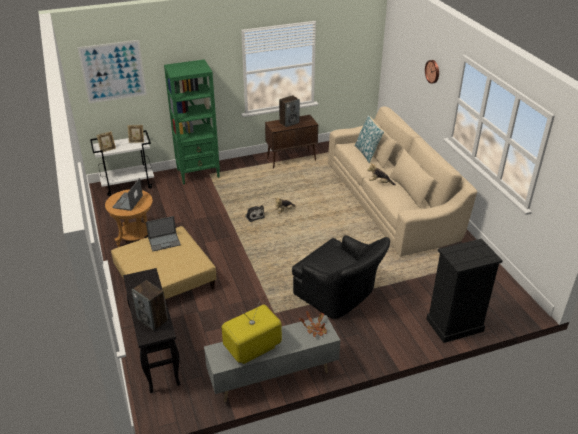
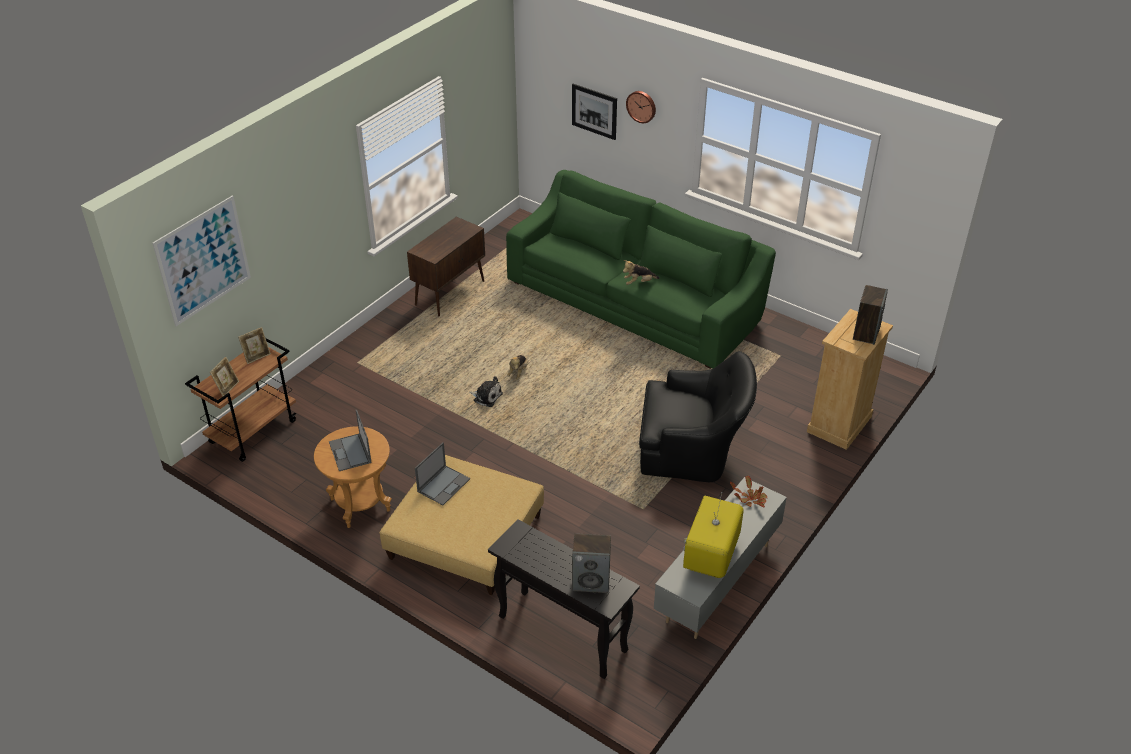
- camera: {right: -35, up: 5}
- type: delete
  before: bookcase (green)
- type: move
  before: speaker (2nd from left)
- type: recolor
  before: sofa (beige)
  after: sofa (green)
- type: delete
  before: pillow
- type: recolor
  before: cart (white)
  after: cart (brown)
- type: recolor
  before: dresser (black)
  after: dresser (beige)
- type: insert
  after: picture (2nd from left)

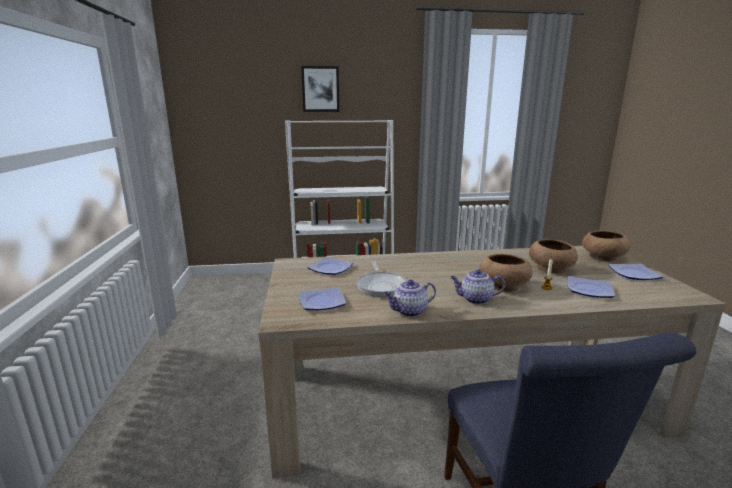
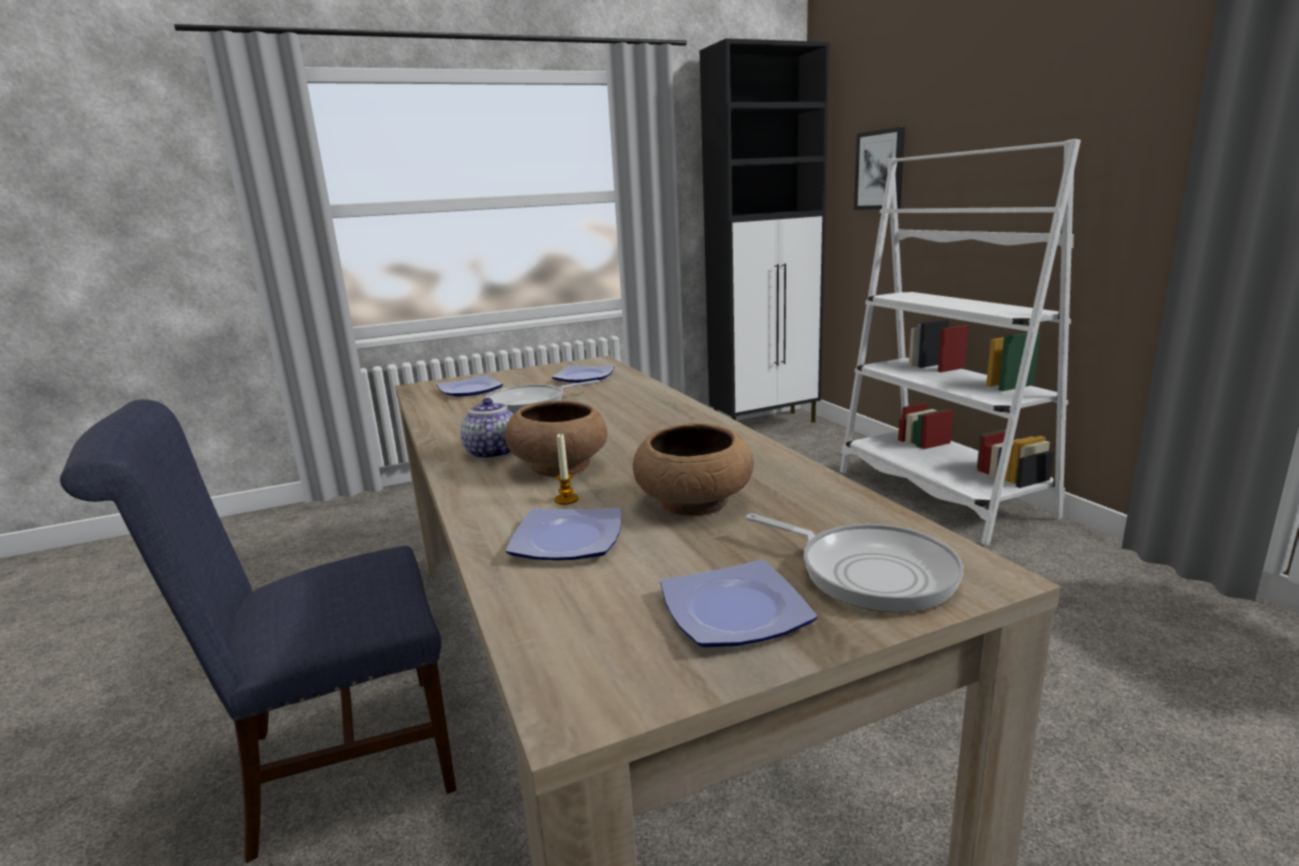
- camera: {right: 75, up: 0}
- type: move
  before: picture
- type: replace
  before: bowl (brown) (3rd from left)
  after: frying pan (2nd from left)
- type: delete
  before: teapot (1st from left)
- type: insert
  after: cabinet (black)

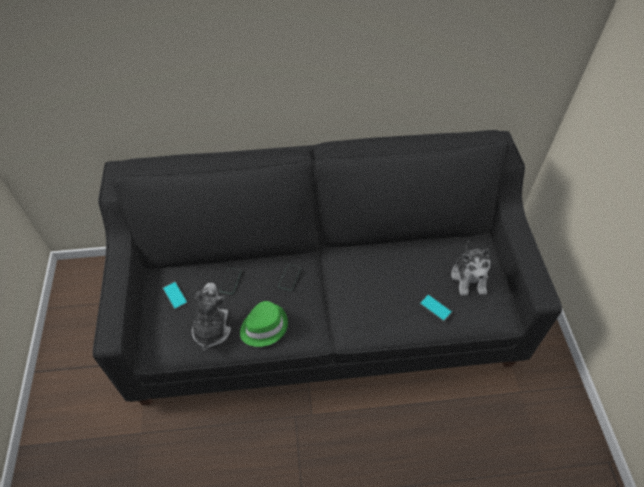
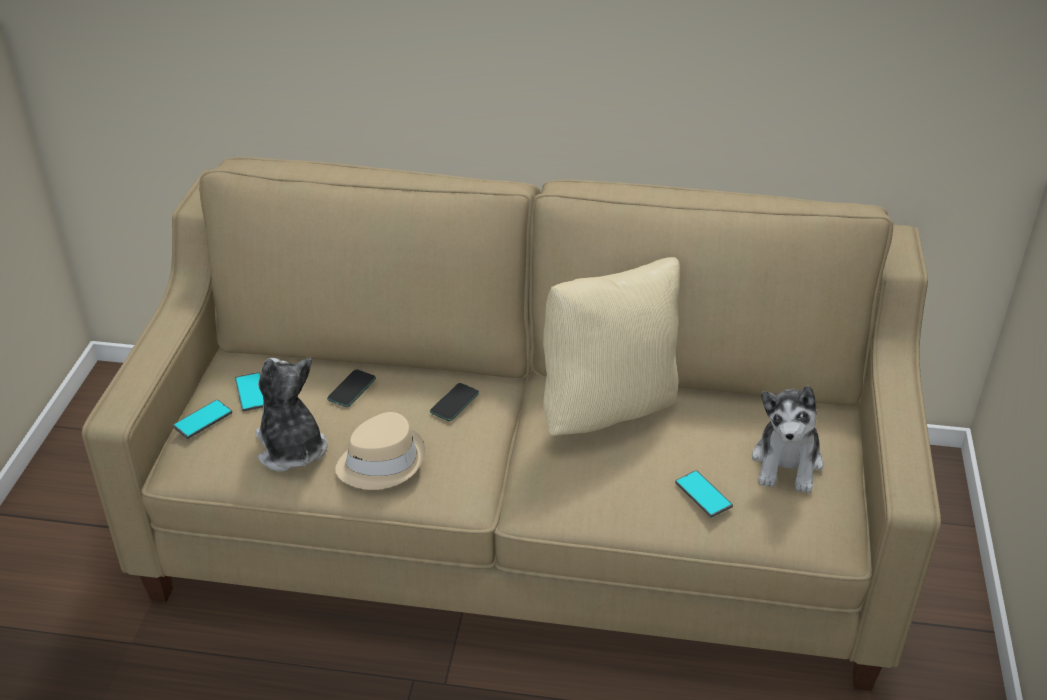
- camera: {right: 15, up: -15}
- type: recolor
  before: sofa (black)
  after: sofa (beige)
- type: rotate
  before: plush toy (1st from left)
  turn: -45
- type: recolor
  before: hat (green)
  after: hat (beige)
- type: insert
  after: pillow (beige)
- type: insert
  after: phone (1st from left)

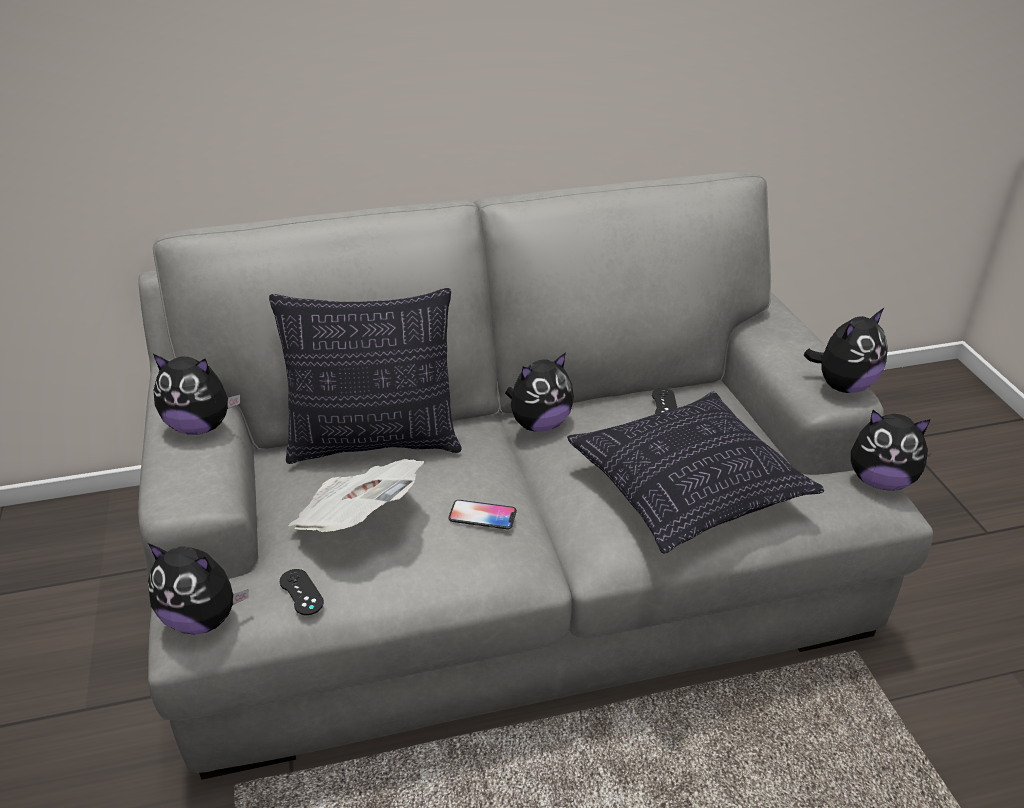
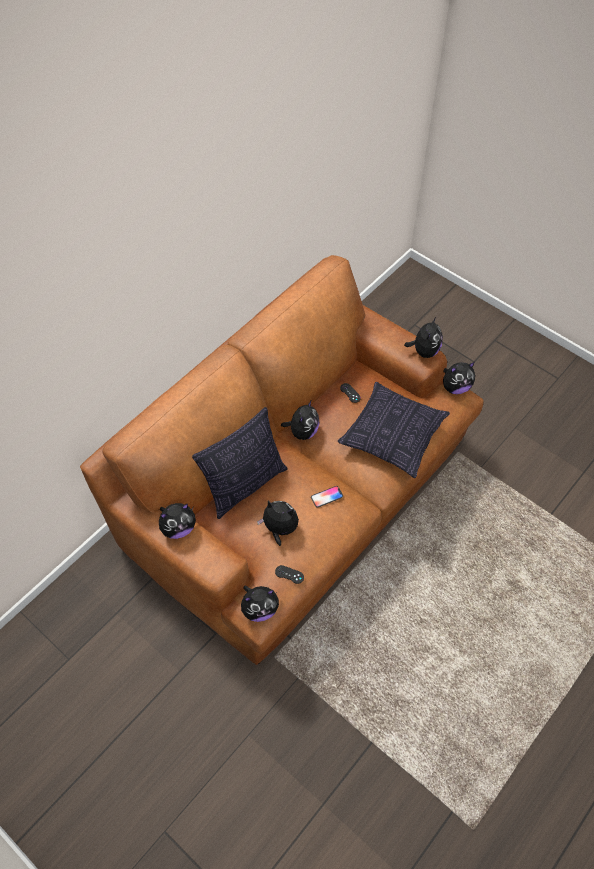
- camera: {right: -35, up: 20}
- type: recolor
  before: sofa (grey)
  after: sofa (brown)
- type: replace
  before: newspaper
  after: plush toy (3rd from left)

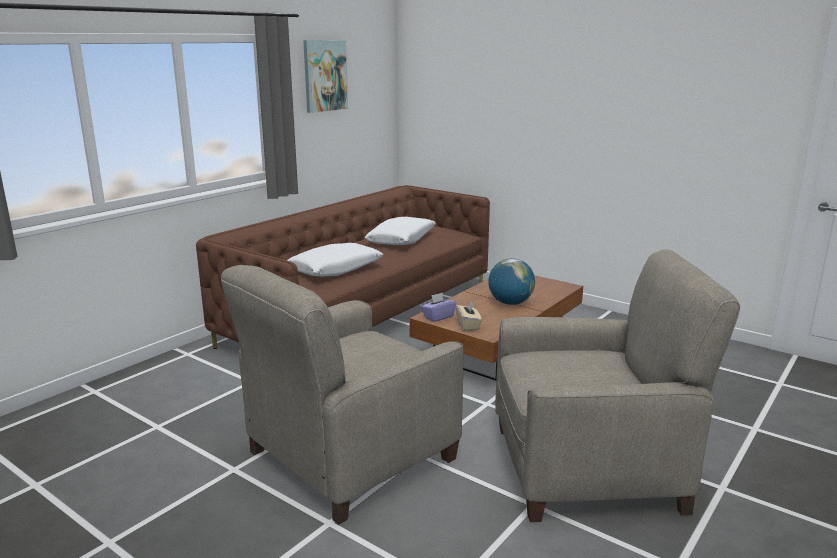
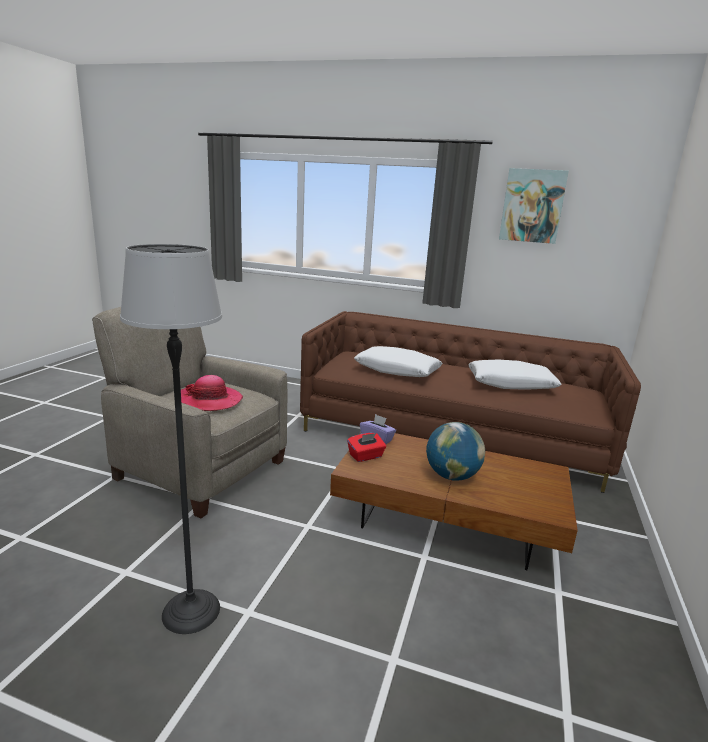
- camera: {right: 70, up: 0}
- type: replace
  before: armchair (beige) (2nd from left)
  after: floor lamp
- type: recolor
  before: tissue box (beige)
  after: tissue box (red)
- type: insert
  after: hat

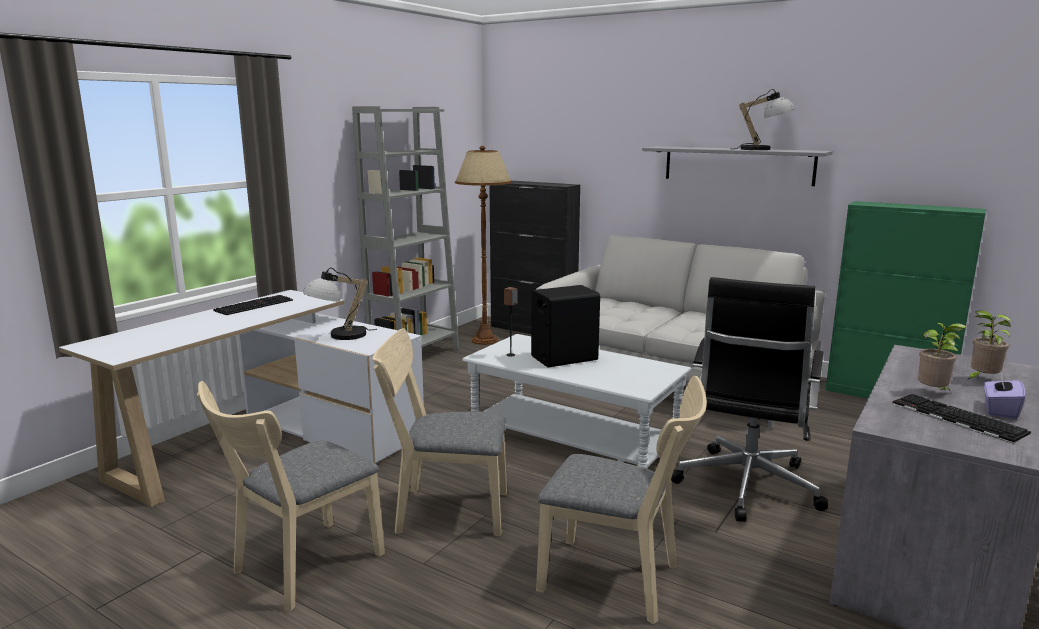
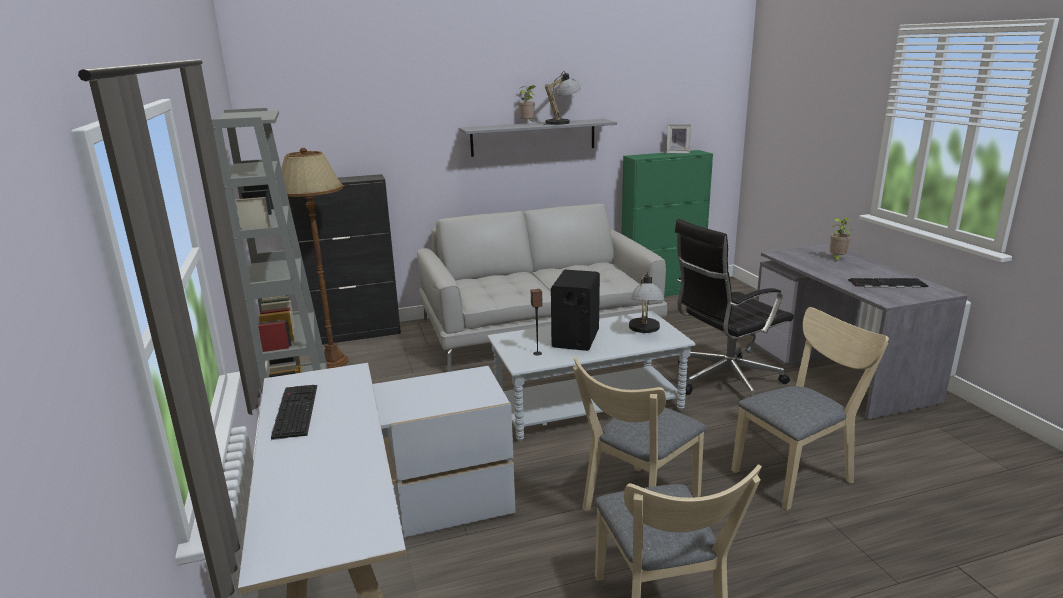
- camera: {right: -50, up: 5}
- type: move
  before: table lamp (1st from left in the first image)
  after: table lamp (2nd from left)
- type: rotate
  before: office chair (black)
  turn: 90
- type: move
  before: potted plant (1st from left)
- type: delete
  before: tissue box (purple)
- type: insert
  after: picture frame

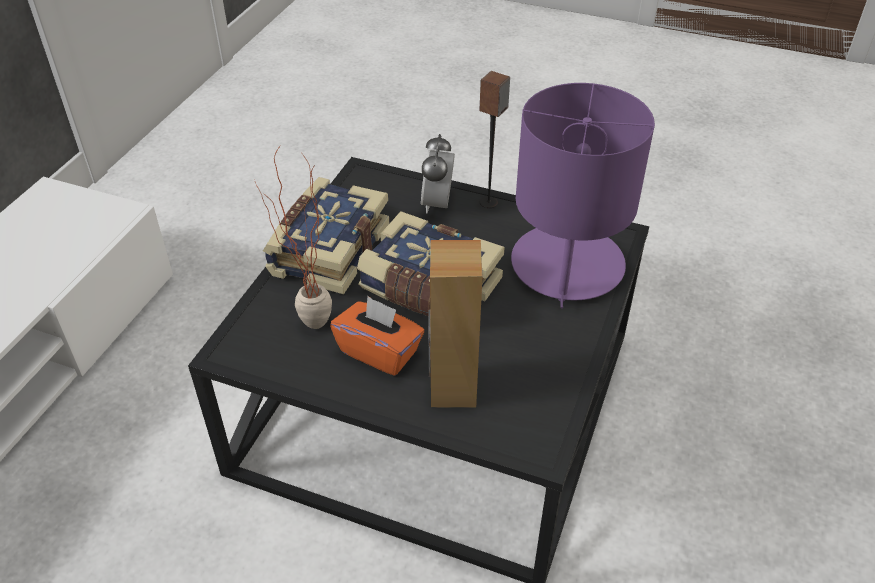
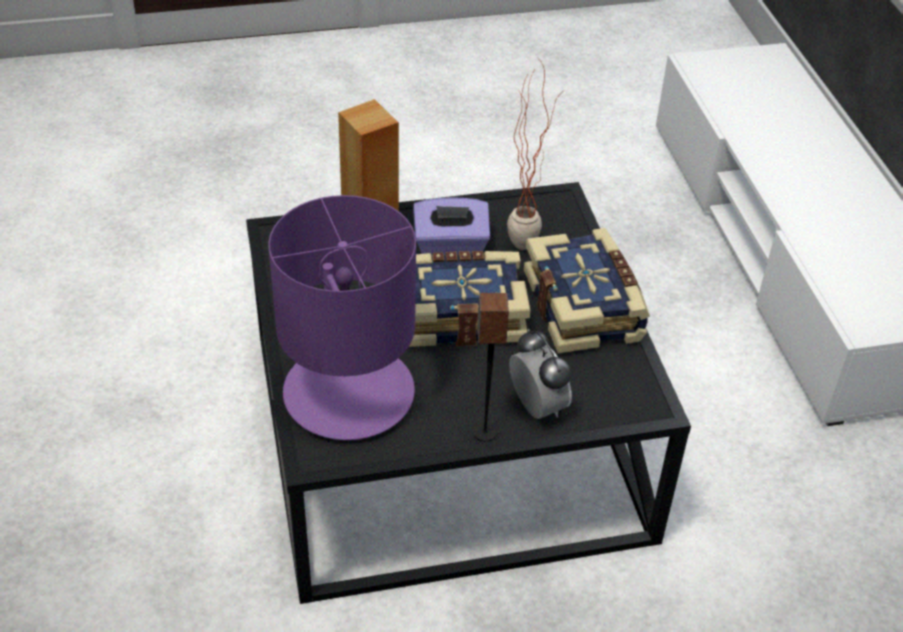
- camera: {right: 145, up: 0}
- type: recolor
  before: tissue box (orange)
  after: tissue box (purple)

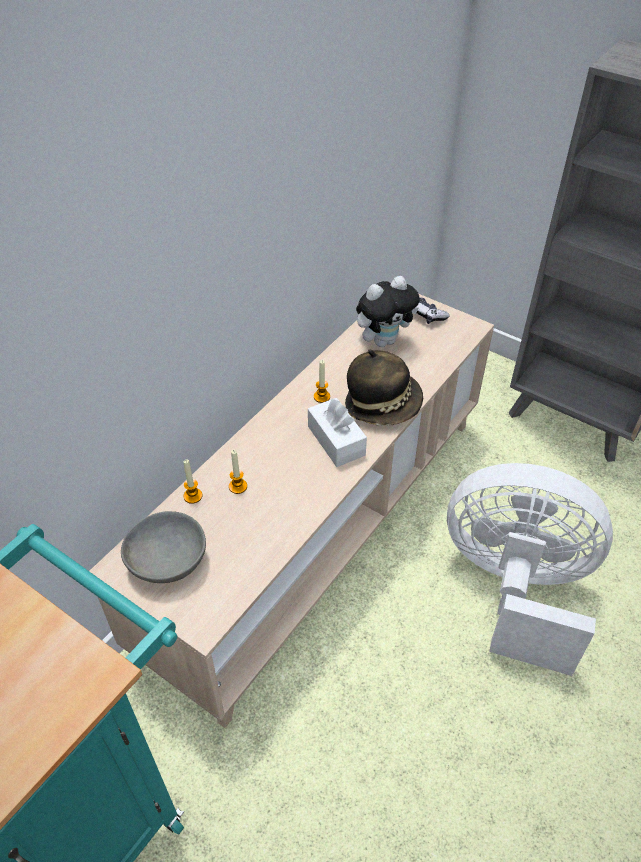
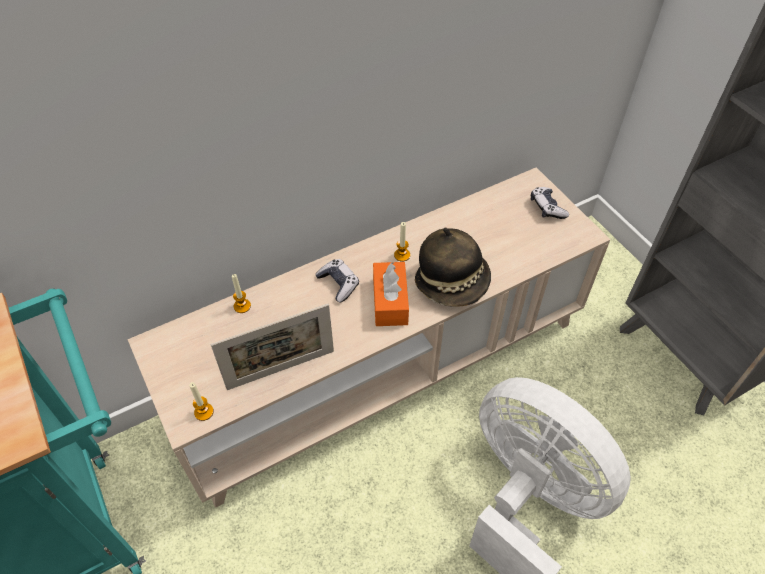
- camera: {right: 25, up: 5}
- type: delete
  before: plush toy
- type: recolor
  before: tissue box (white)
  after: tissue box (orange)
- type: move
  before: candle (2nd from left in the first image)
  after: candle (1st from left)
- type: delete
  before: bowl (grey)
- type: insert
  after: game controller (1st from left)
- type: insert
  after: picture frame

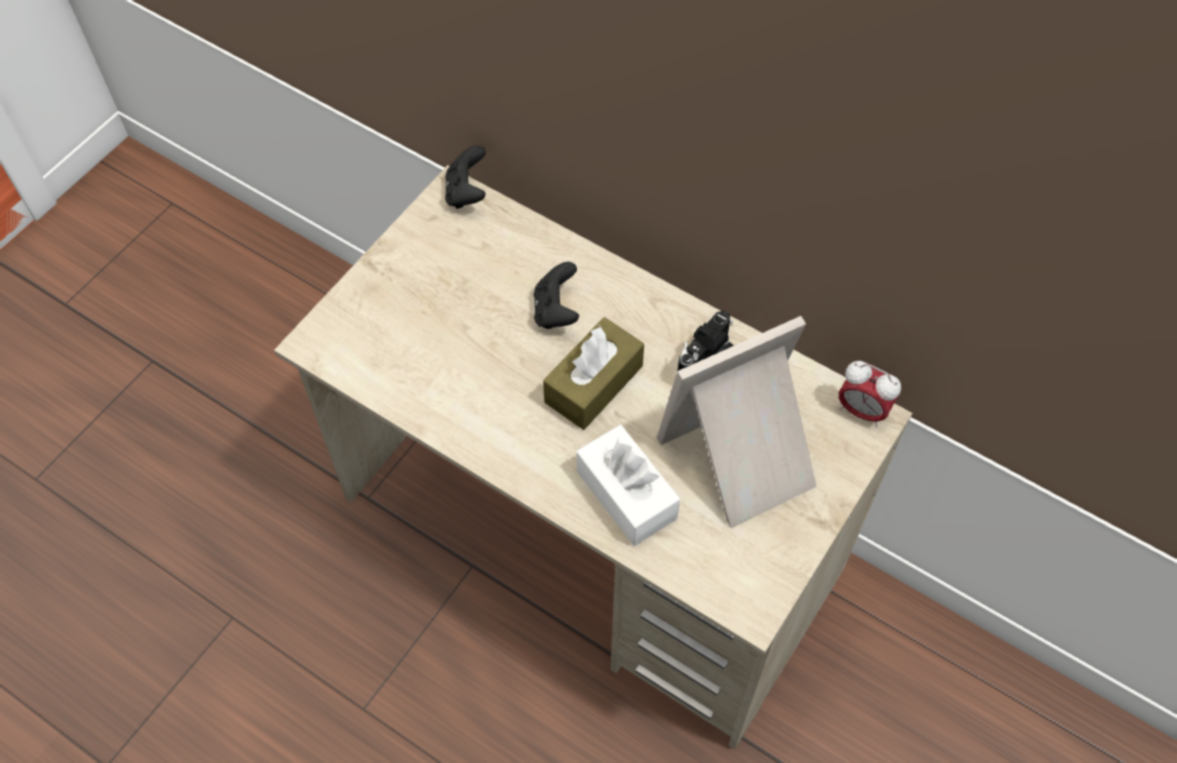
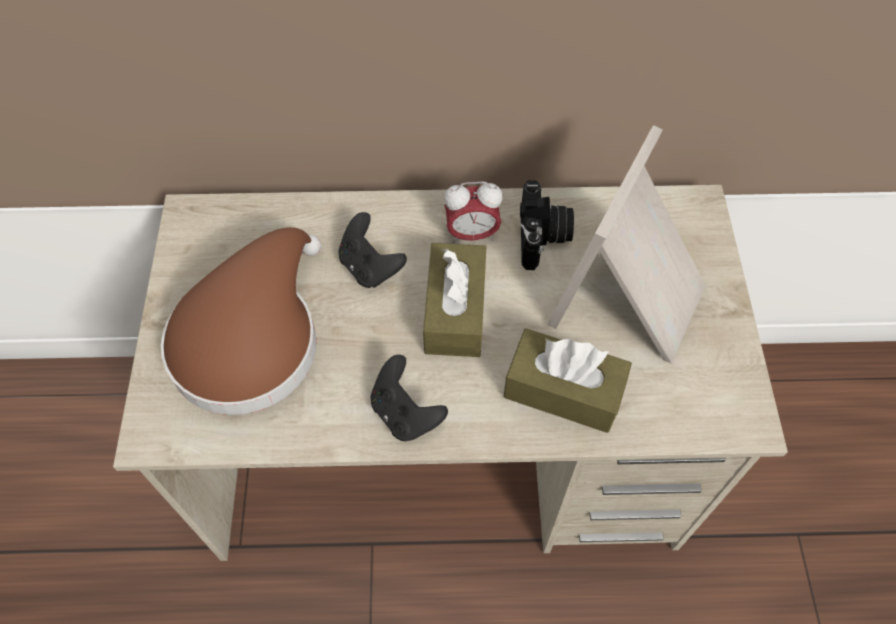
- camera: {right: -35, up: 0}
- type: move
  before: game controller (black) (1st from left in the first image)
  after: game controller (black) (2nd from left)
- type: move
  before: alarm clock
- type: recolor
  before: tissue box (white)
  after: tissue box (brown) (2nd from left)
- type: insert
  after: hat (brown)

